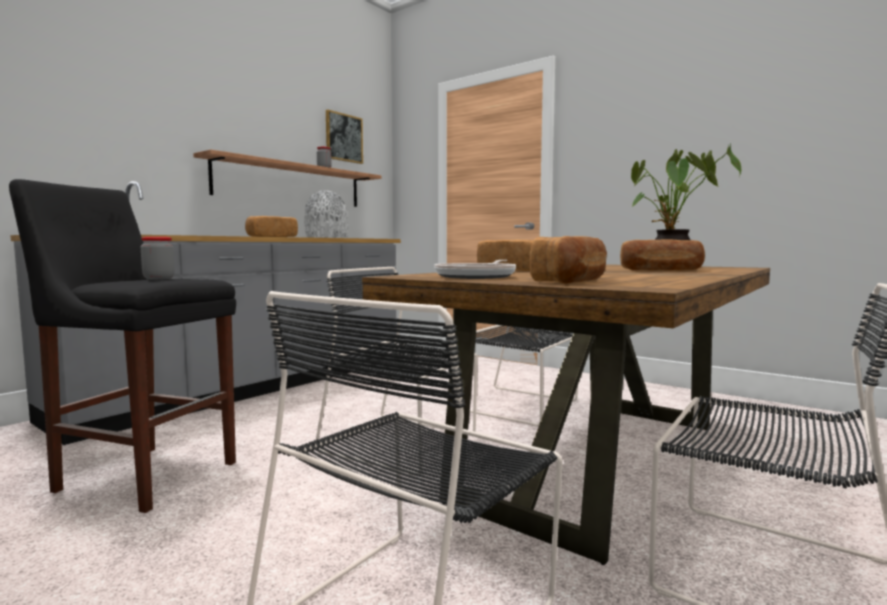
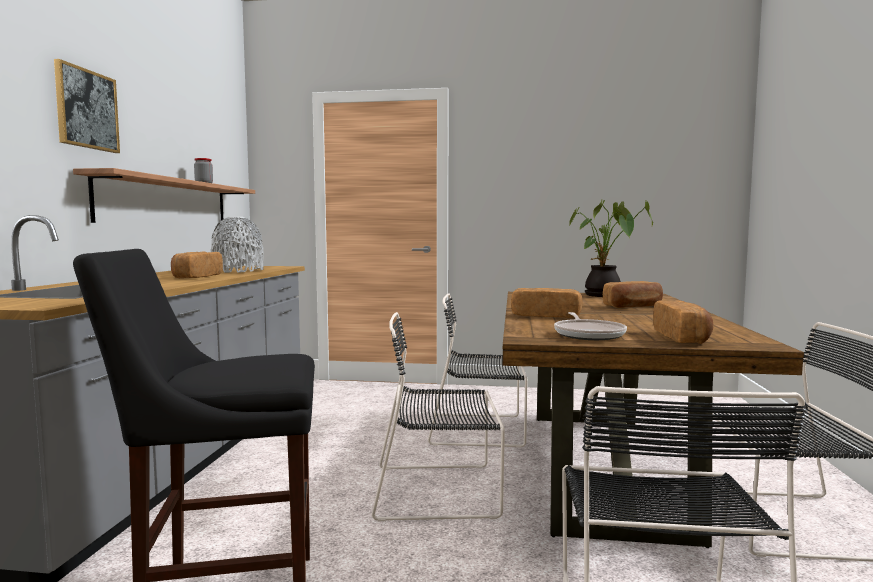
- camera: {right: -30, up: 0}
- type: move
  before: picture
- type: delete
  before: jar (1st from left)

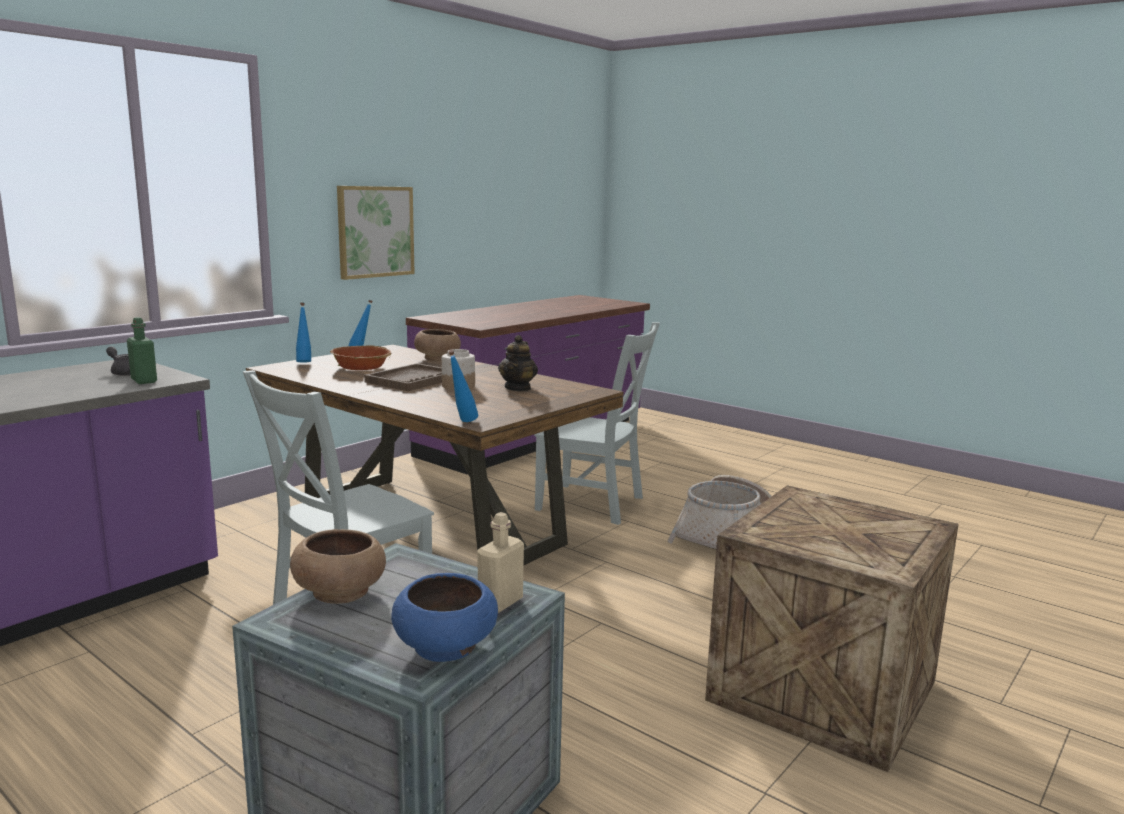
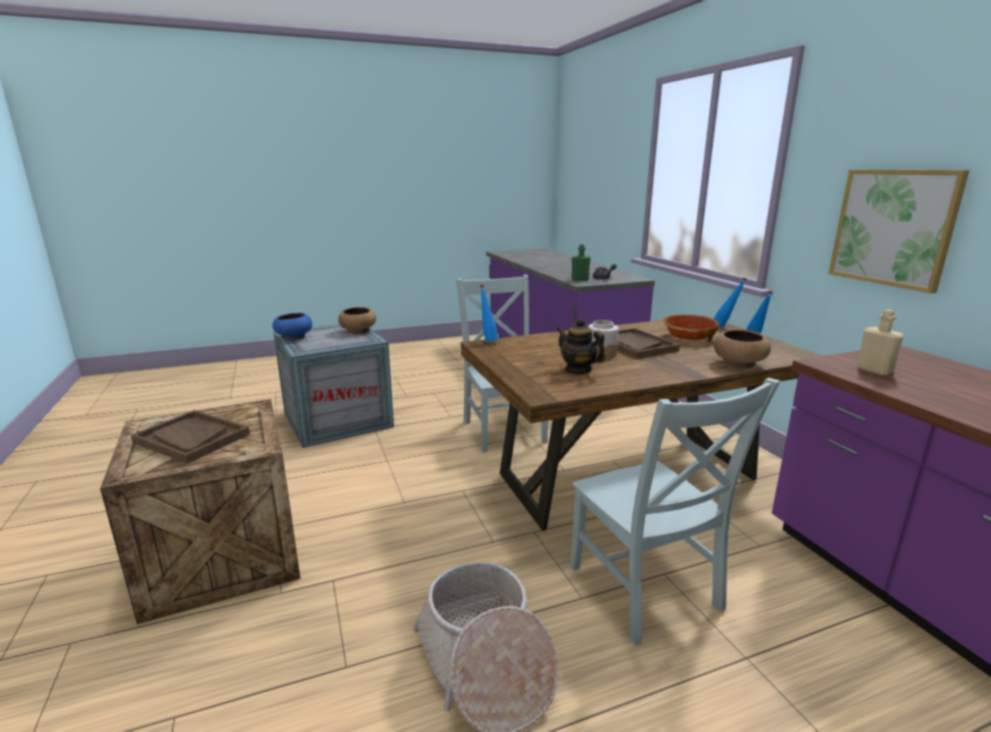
- camera: {right: 120, up: 5}
- type: rotate
  before: chair (grey) (2nd from left)
  turn: -75
- type: move
  before: bottle (beige)
- type: insert
  after: tray (brown) (1st from left)

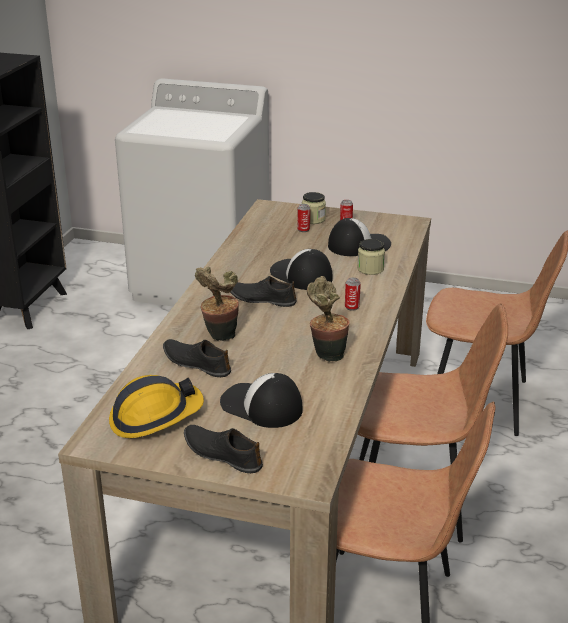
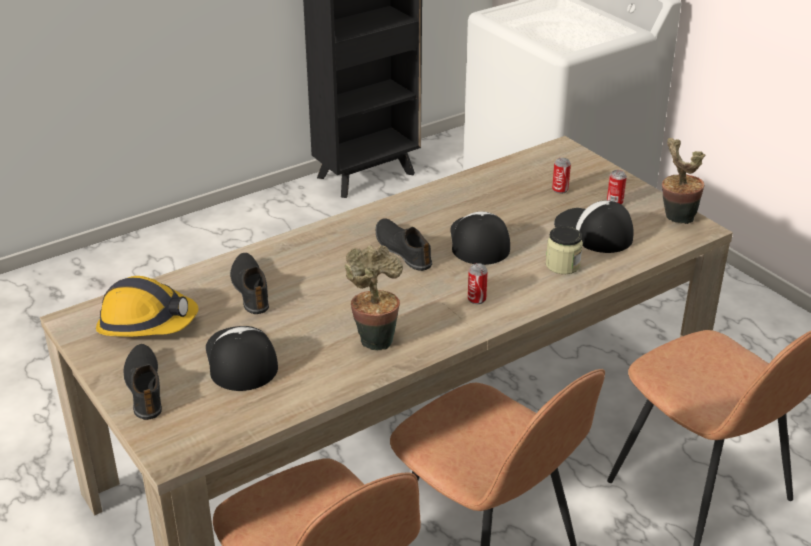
- camera: {right: 40, up: 5}
- type: delete
  before: jar (1st from left)
- type: rotate
  before: cap (3rd from left)
  turn: -150
- type: move
  before: potted plant (1st from left in the first image)
  after: potted plant (2nd from left)

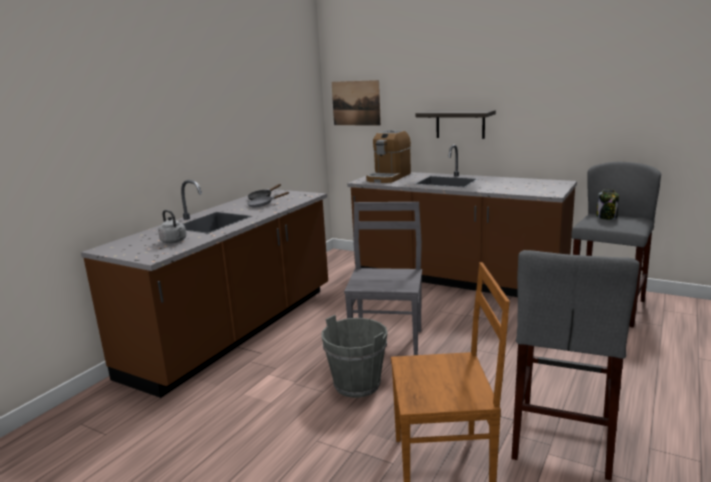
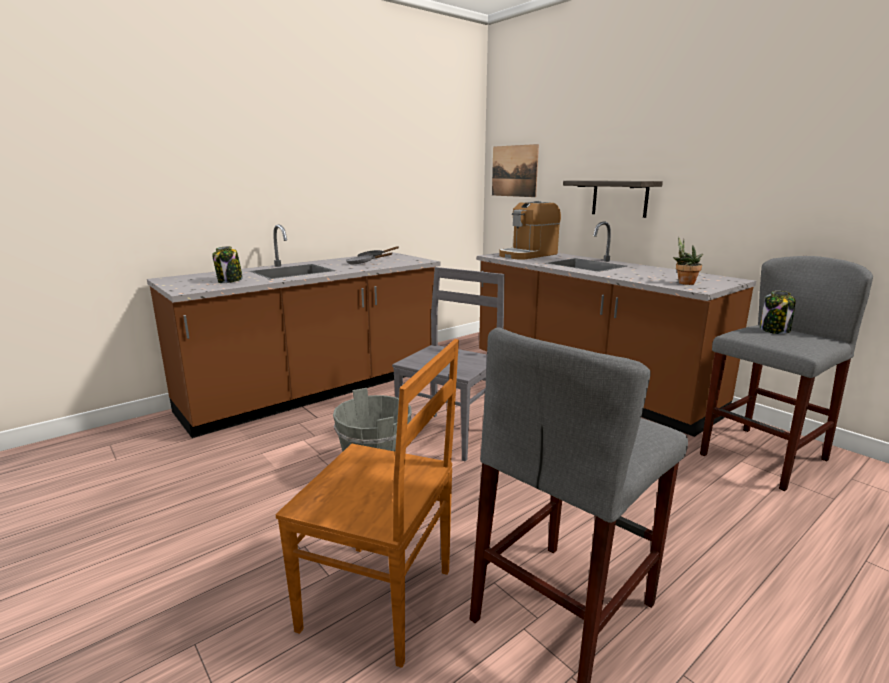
- camera: {right: 20, up: 0}
- type: replace
  before: kettle (grey)
  after: jar (1st from left)
- type: insert
  after: potted plant

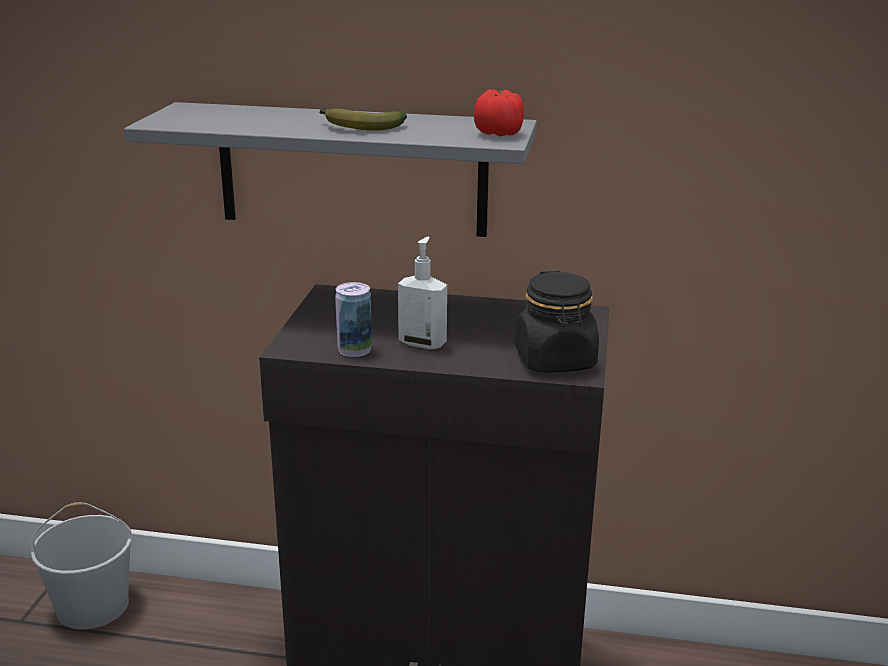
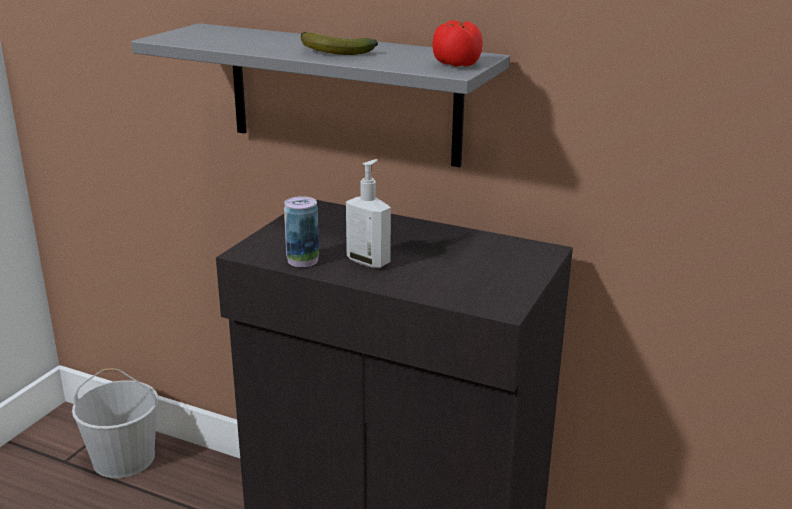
- camera: {right: 15, up: 0}
- type: delete
  before: jar (black)

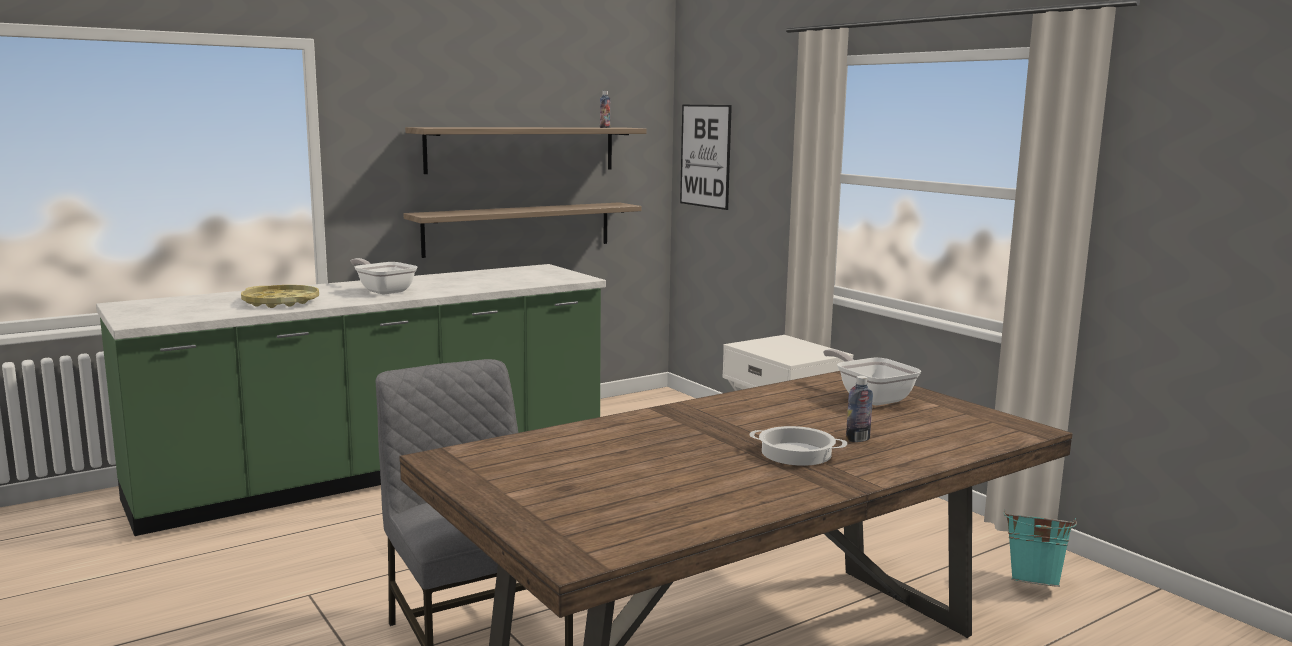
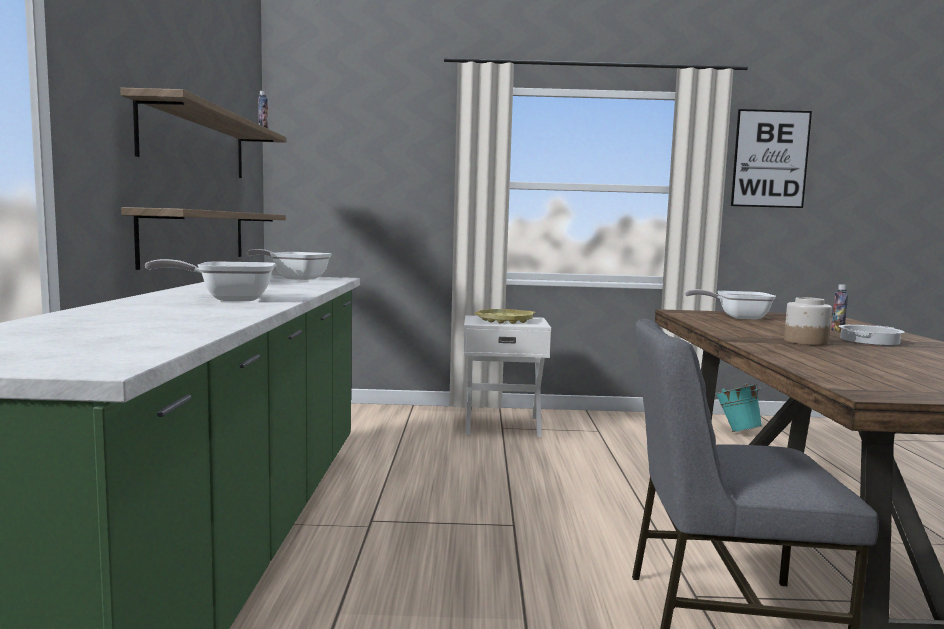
- camera: {right: -55, up: -5}
- type: move
  before: picture
- type: move
  before: tray (yellow)
- type: insert
  after: frying pan (2nd from left)
- type: insert
  after: jar

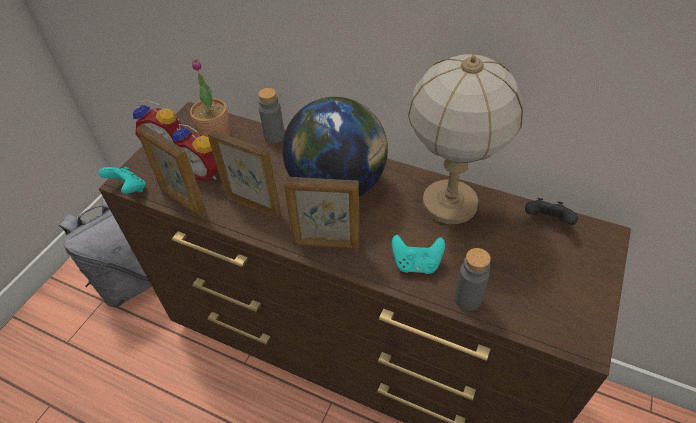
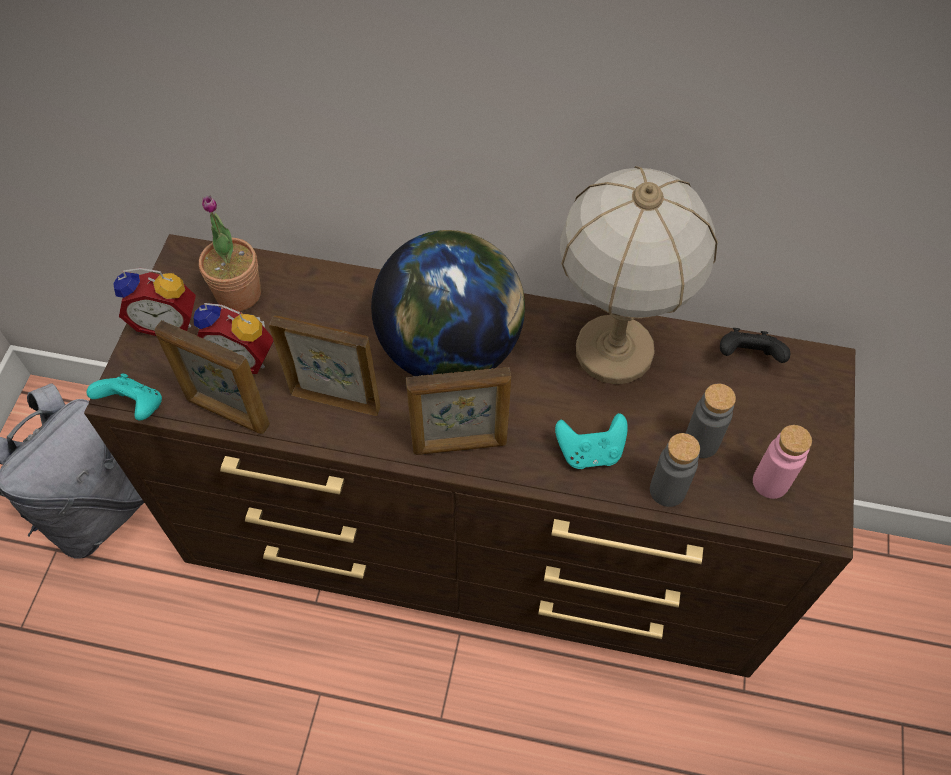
- camera: {right: -15, up: 10}
- type: move
  before: bottle (grey) (1st from left in the first image)
  after: bottle (grey) (2nd from left)
- type: insert
  after: bottle (pink)

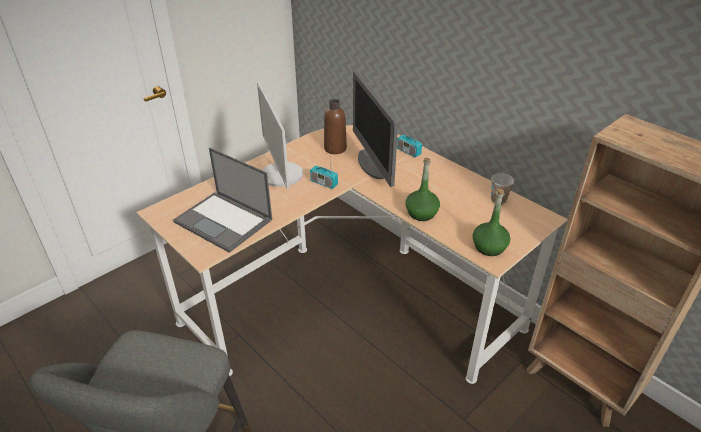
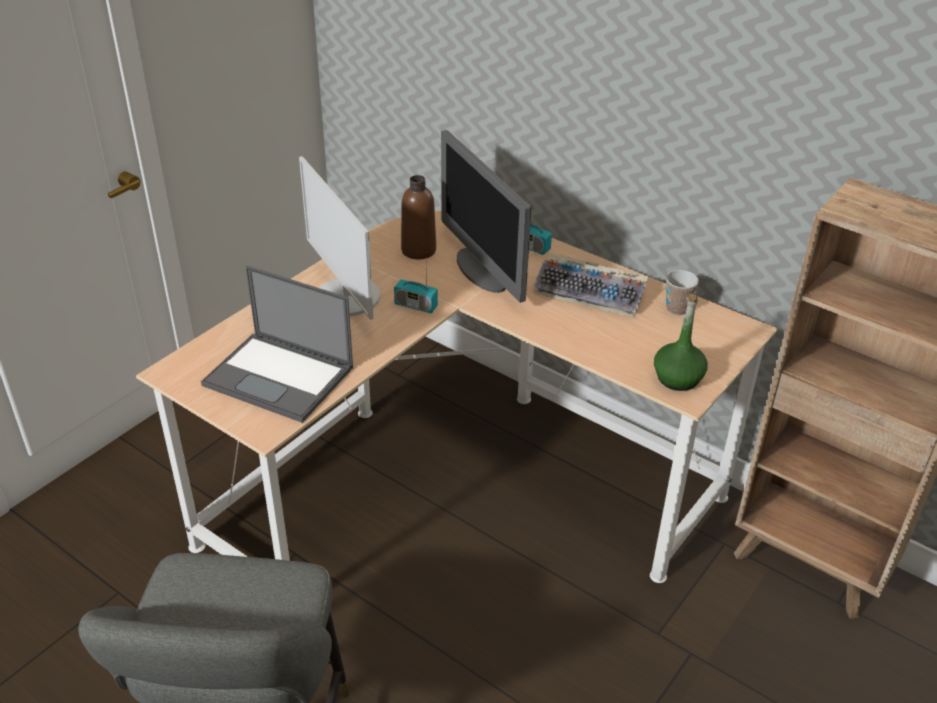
- camera: {right: -10, up: 0}
- type: delete
  before: bottle (green) (1st from left)
- type: insert
  after: keyboard

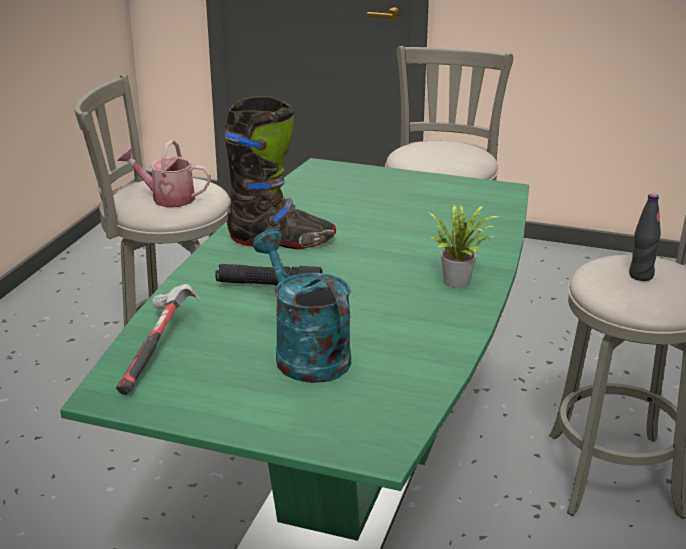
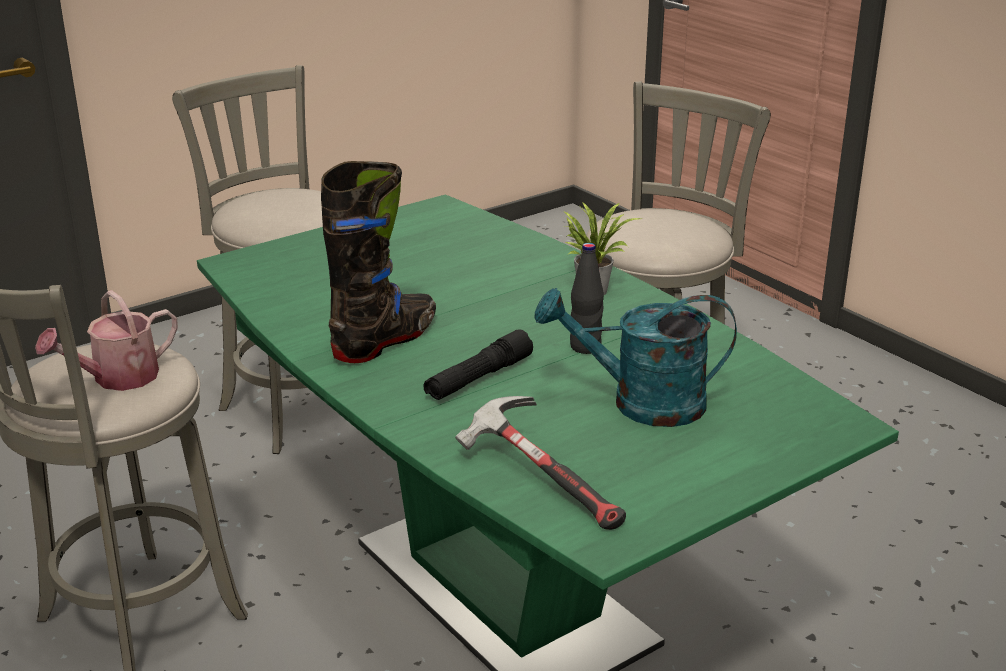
- camera: {right: -55, up: 0}
- type: move
  before: bottle (black)

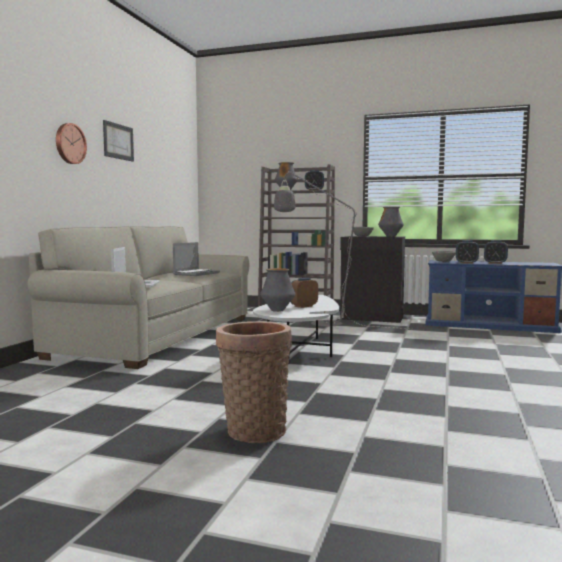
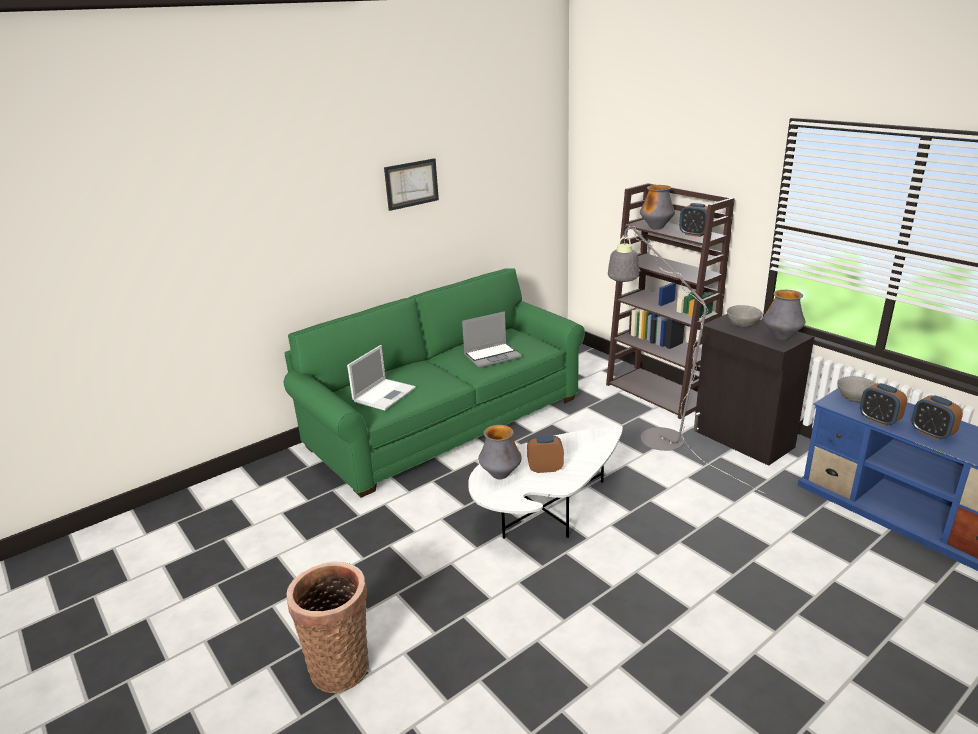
- camera: {right: 35, up: 20}
- type: delete
  before: wall clock
- type: recolor
  before: sofa (beige)
  after: sofa (green)

